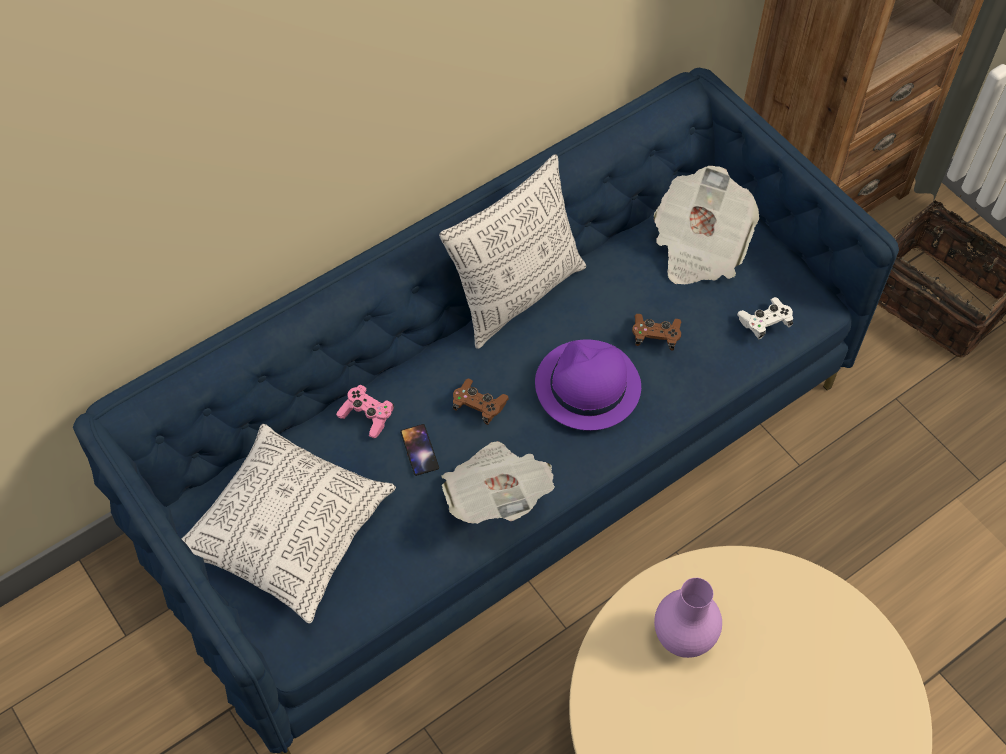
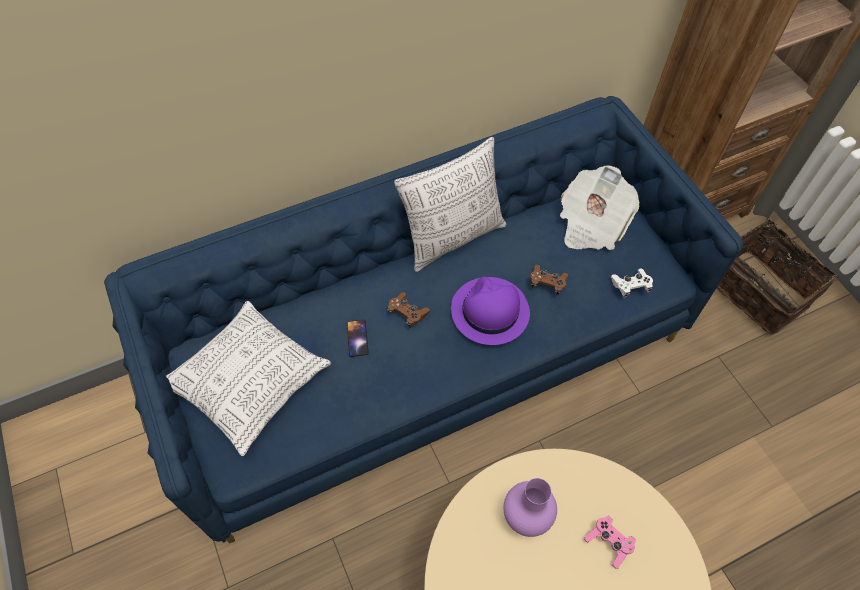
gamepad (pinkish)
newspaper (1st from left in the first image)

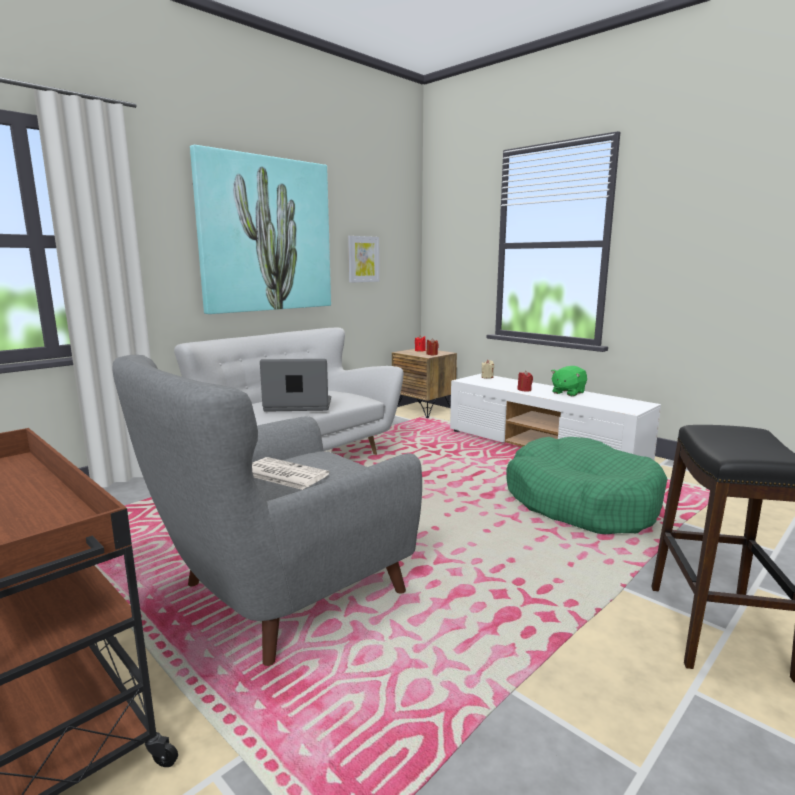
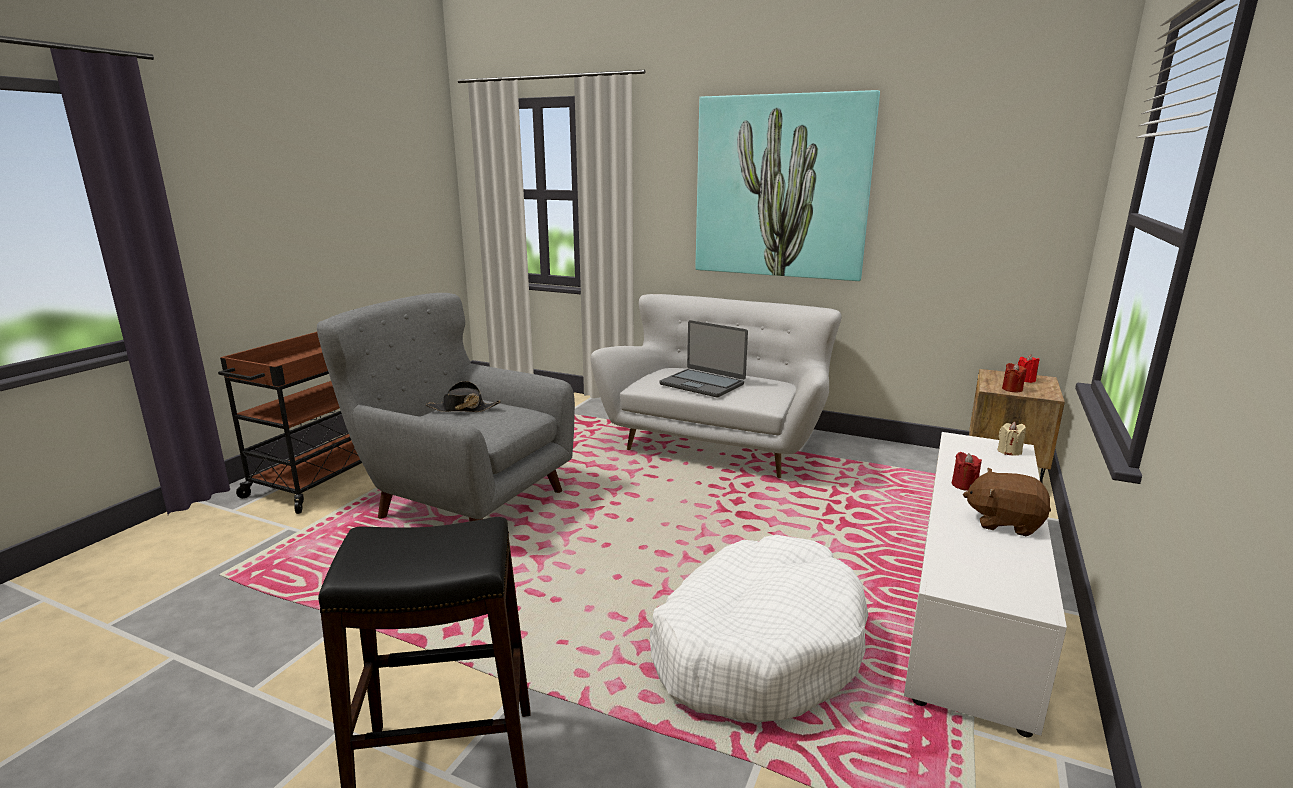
hat (black-coloured)
notebook computer
wall picture (2nd from left in the first image)
pet bed (whitish)
plush toy (brown)

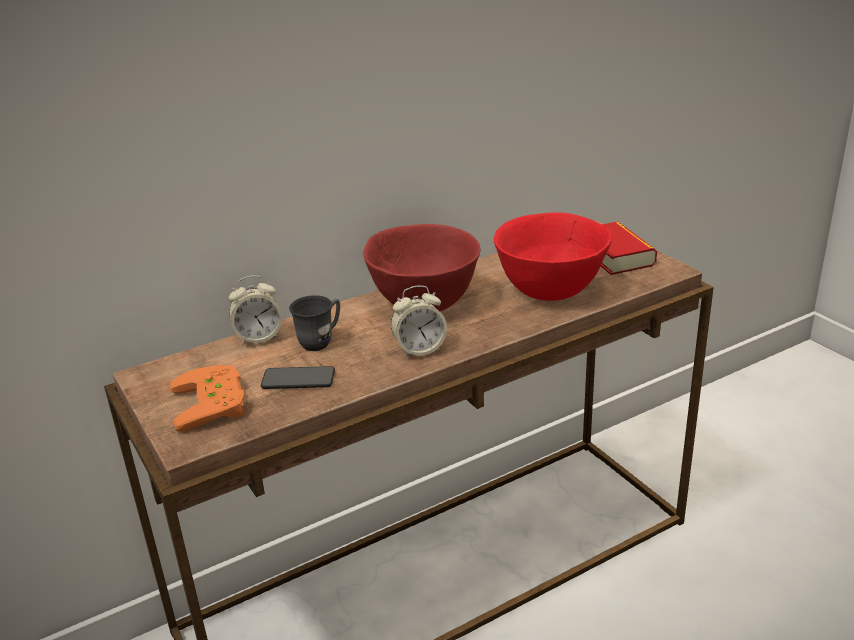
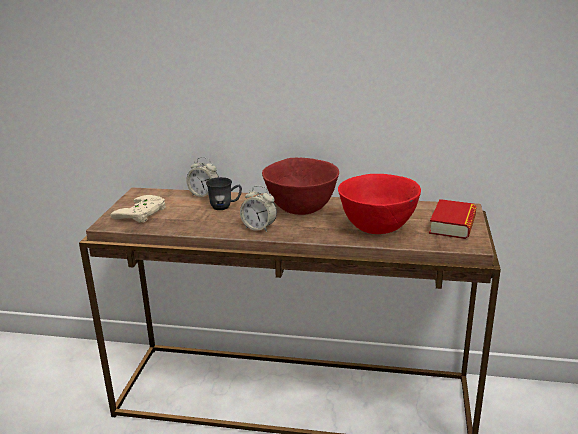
gamepad (sand-coloured)
handset

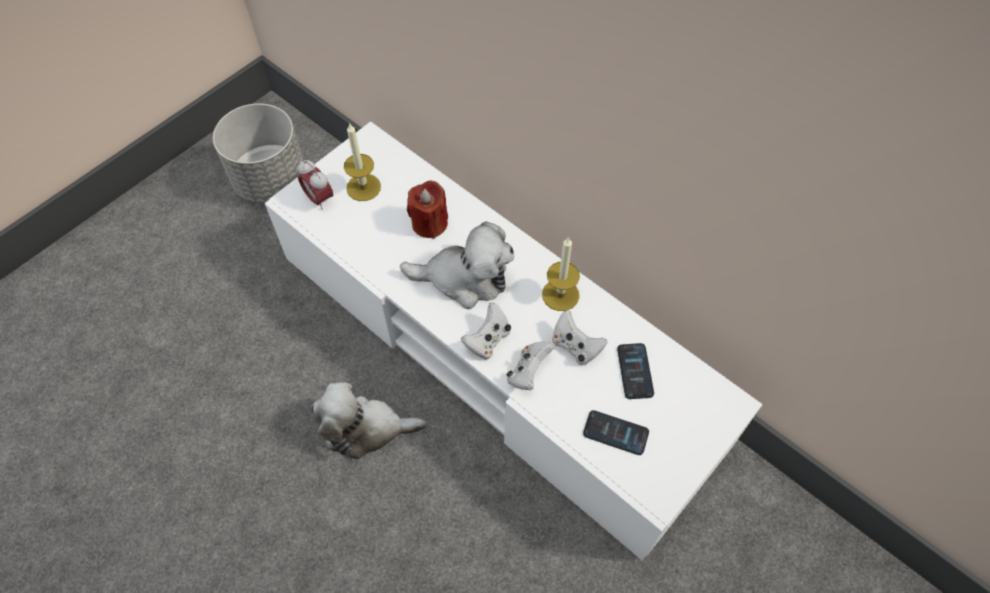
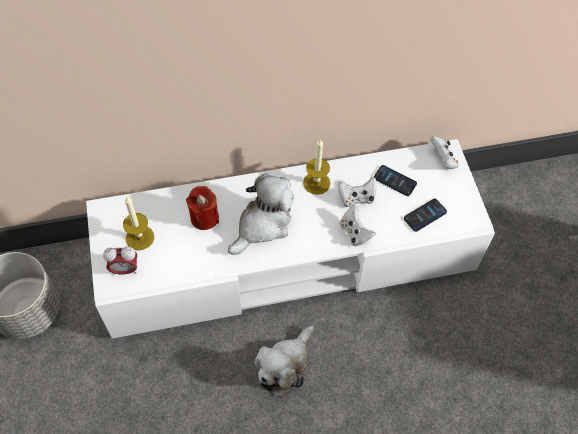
gamepad (whitish) (3rd from left)

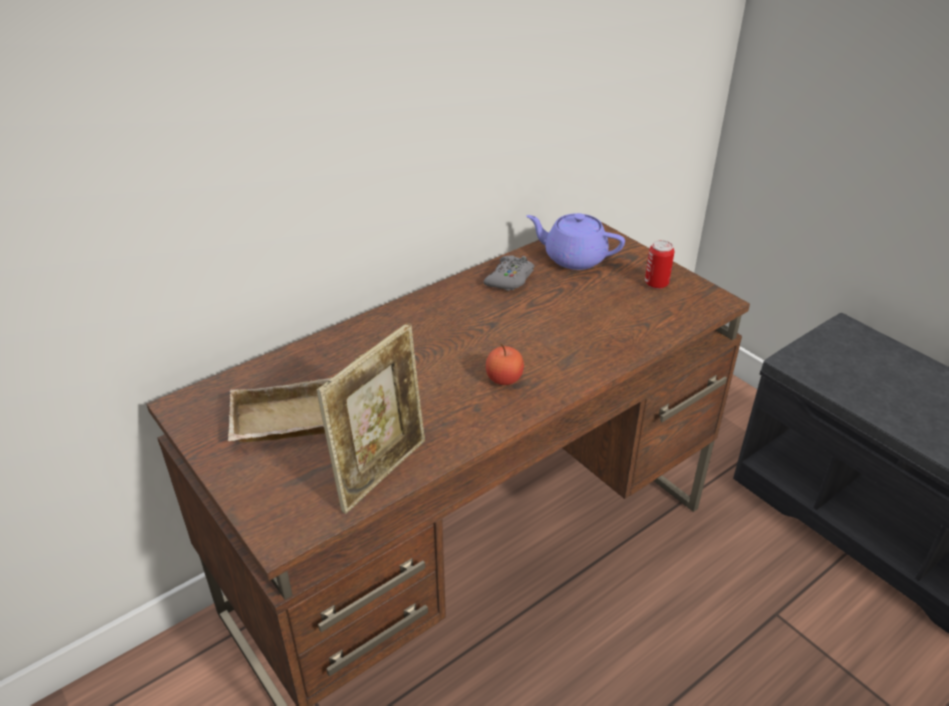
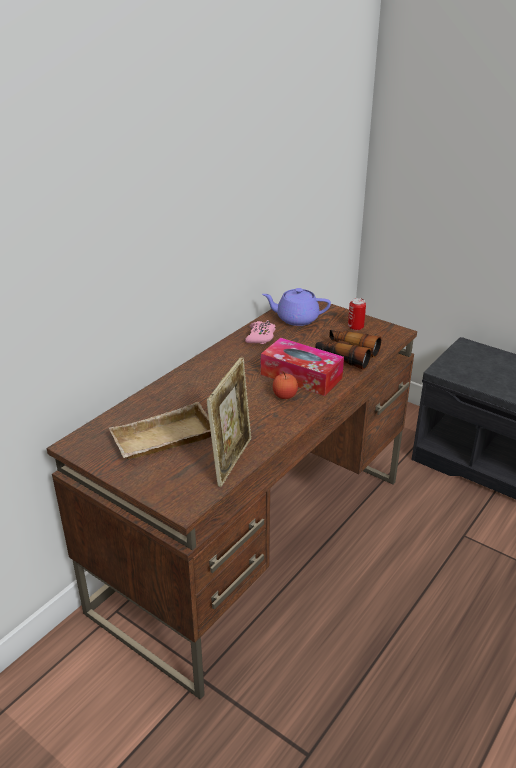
gamepad (pinkish)
box of tissues
binoculars

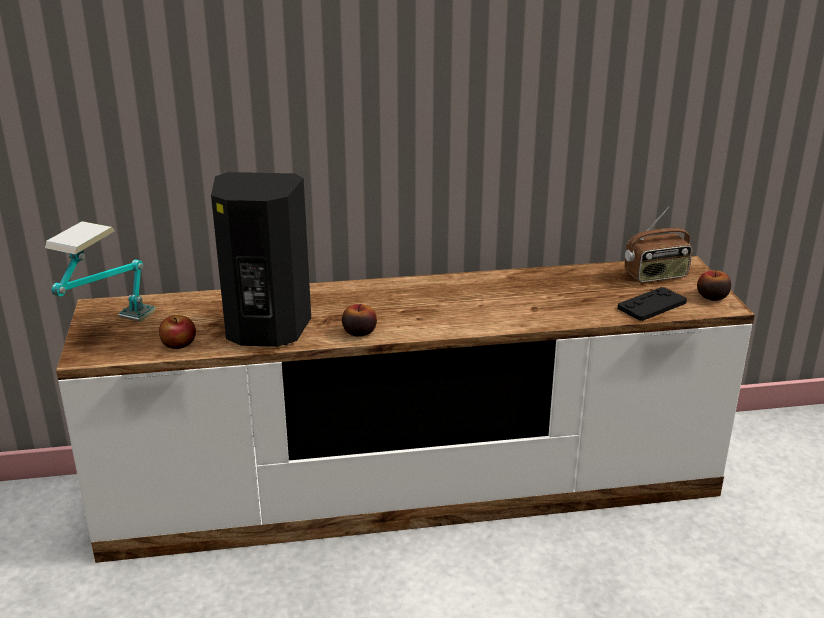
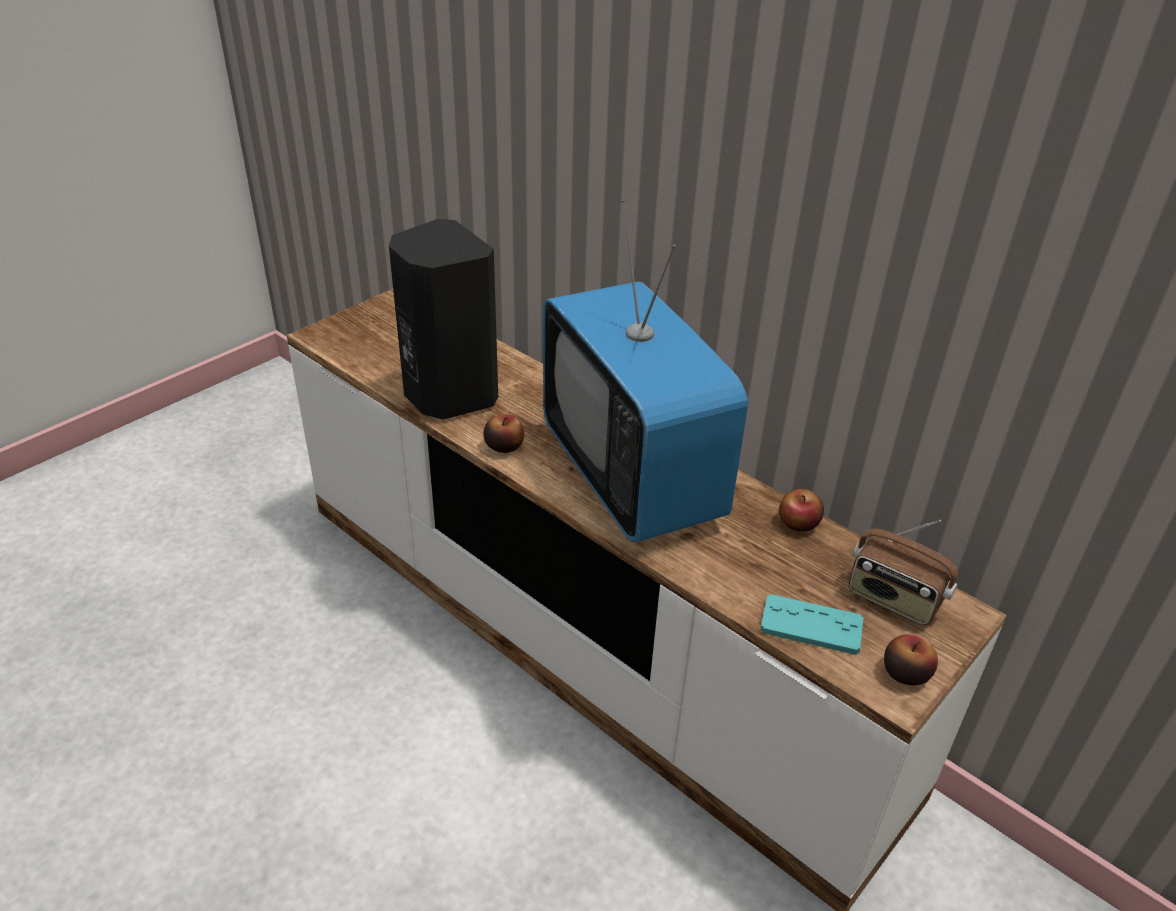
tabletop lamp
whole apple (2nd from left)
gamepad (blue-green)
television

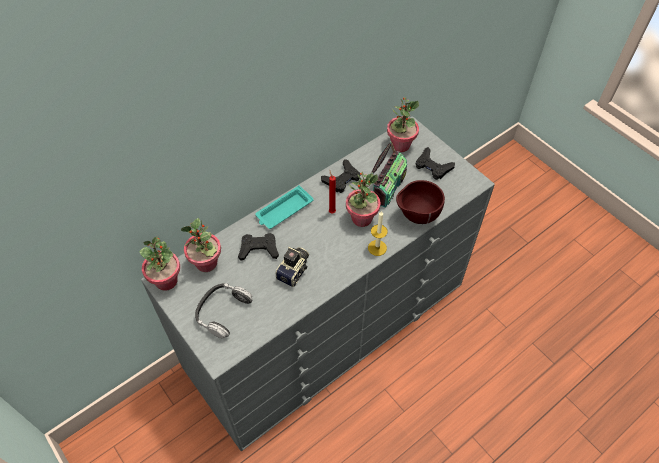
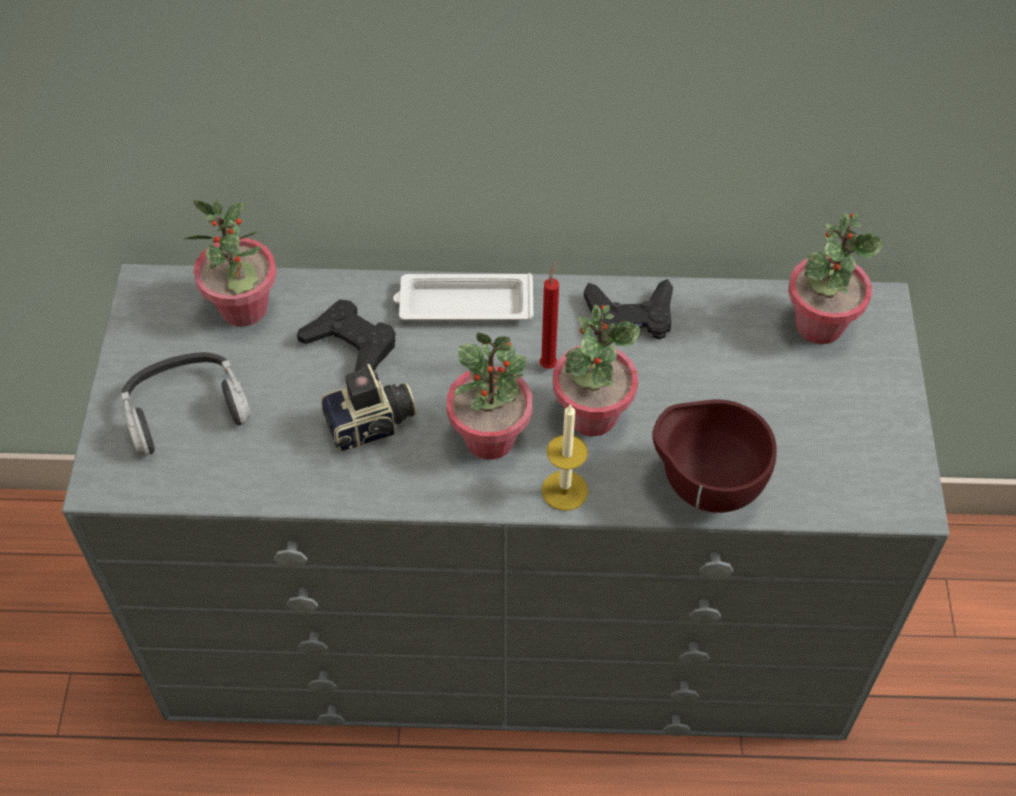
potted plant (2nd from left)
carrying tray (whitish)
radio set
gamepad (black-coloured) (3rd from left in the first image)

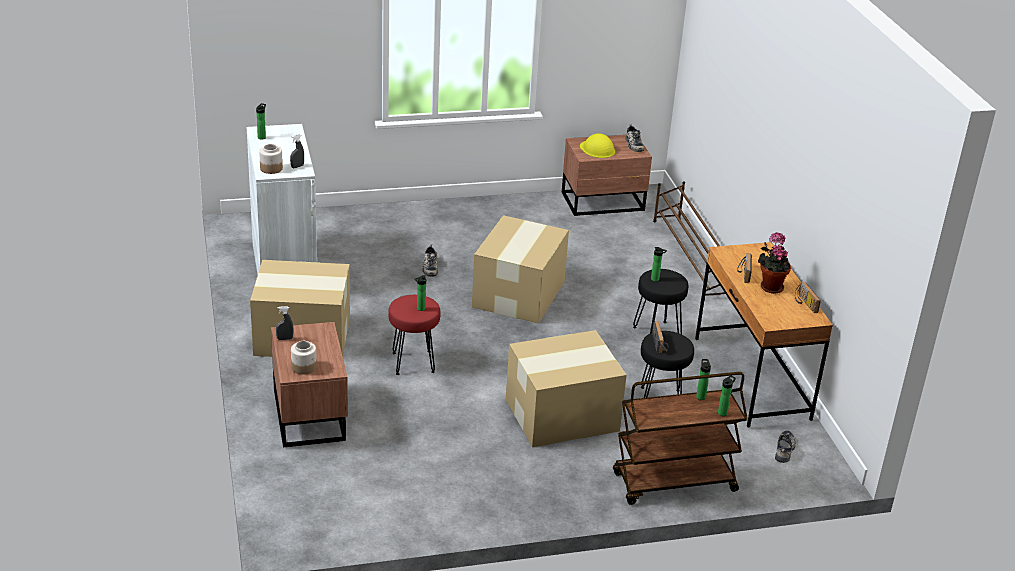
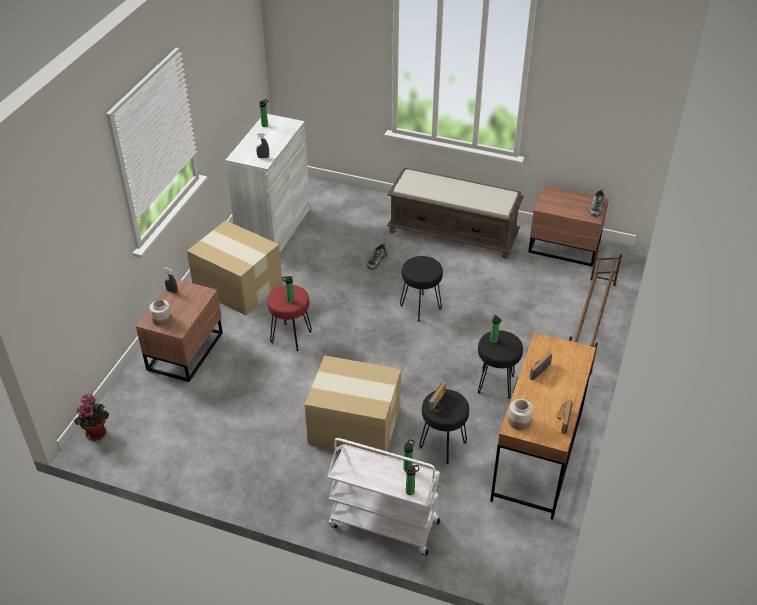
storage jar (2nd from left)
stool (black-coloured) (1st from left)
hard hat (yellow)
cart (whitish)
potted plant
low shoe (3rd from left in the first image)
bench (brown)

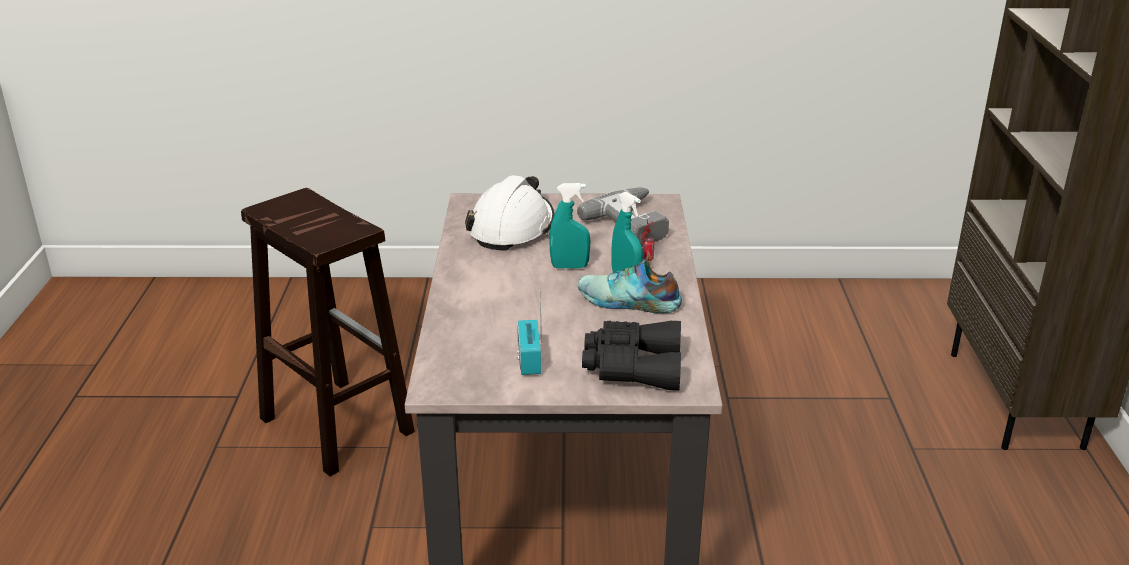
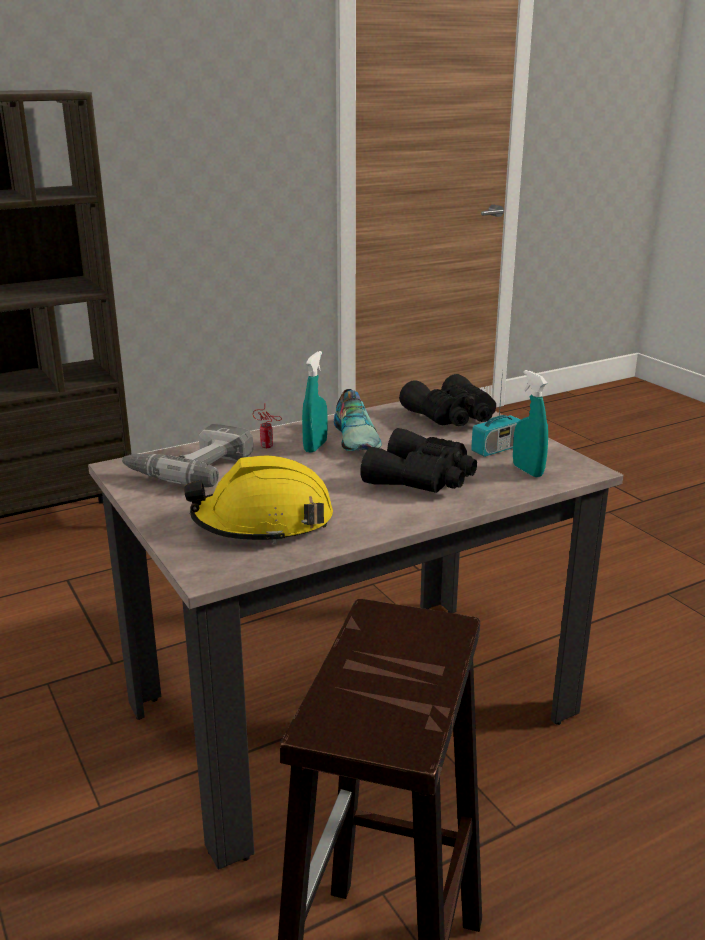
hard hat (yellow)
hand sprayer (blue-green) (2nd from left)
binoculars (black-coloured) (1st from left)

